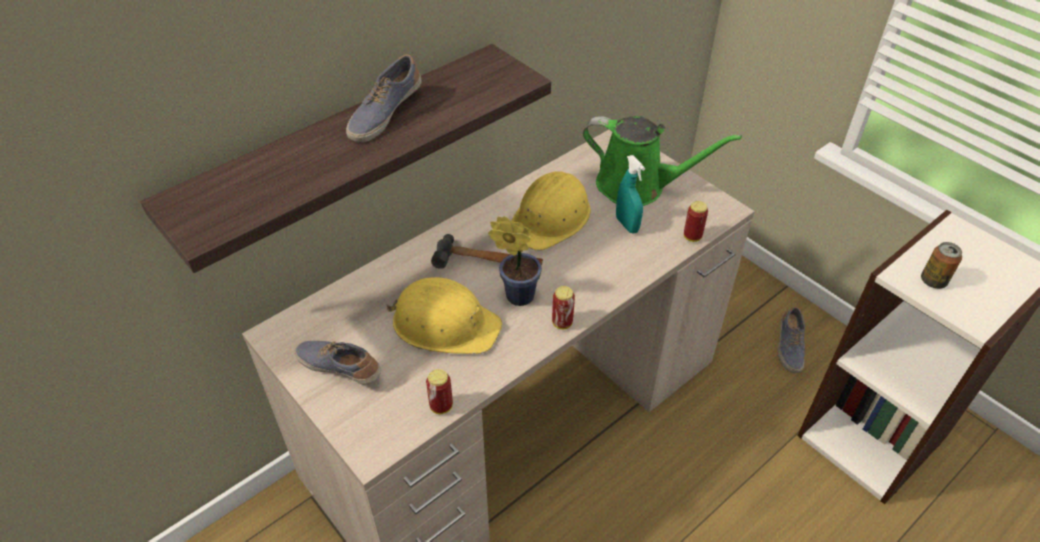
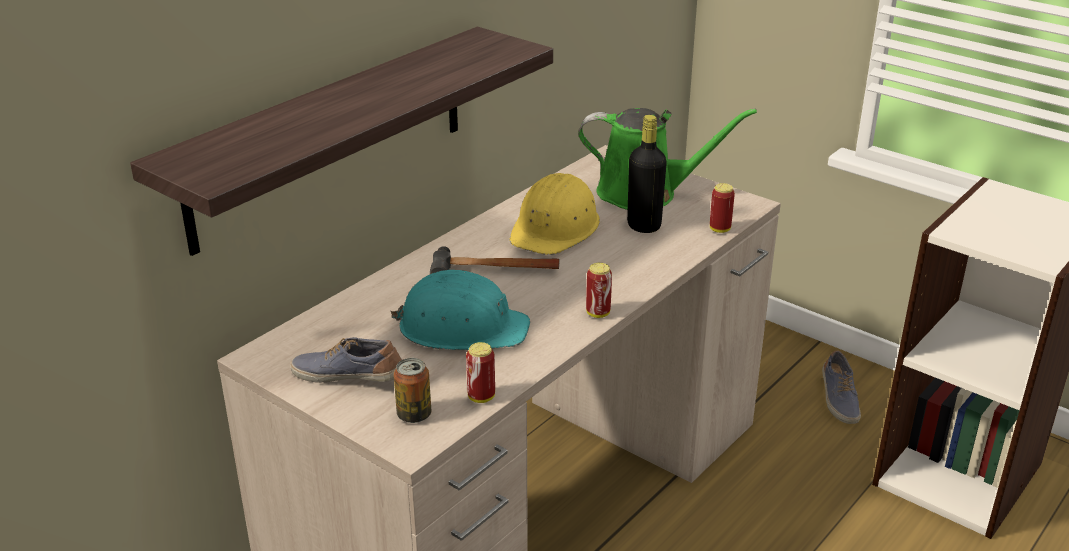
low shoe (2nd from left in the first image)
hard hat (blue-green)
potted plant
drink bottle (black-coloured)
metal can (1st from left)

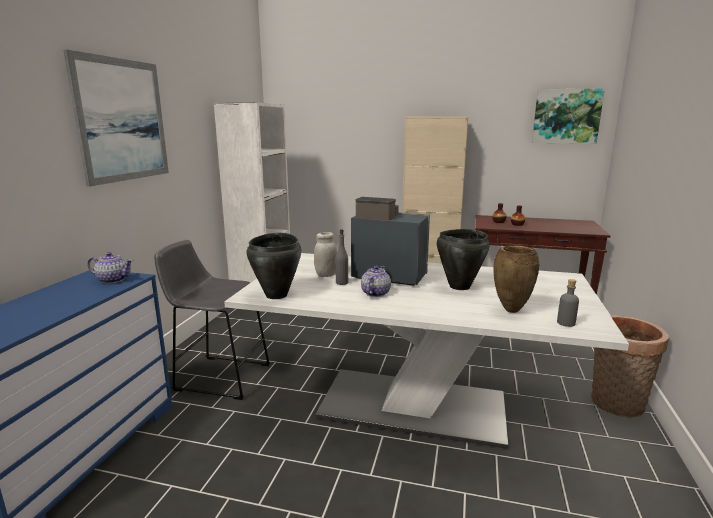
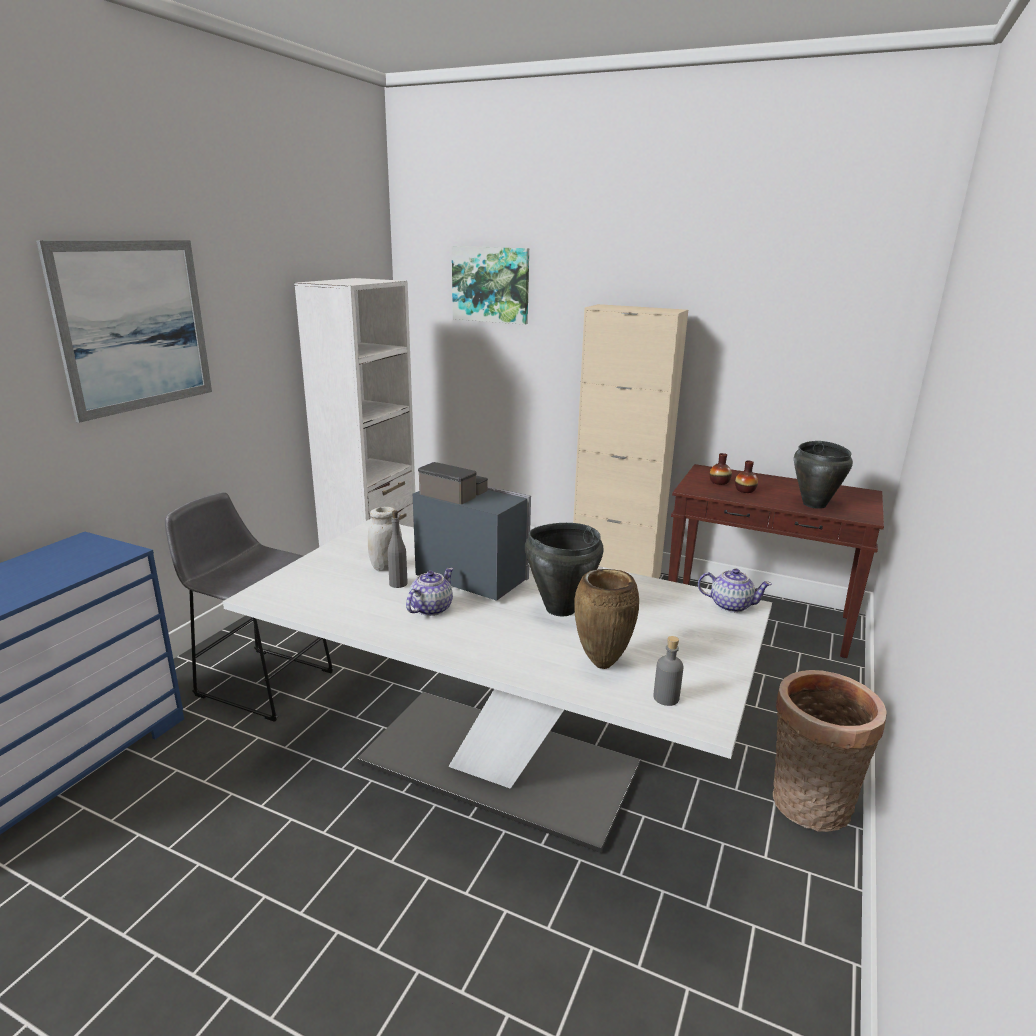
tea pot (2nd from left)
saucepot (black-coloured) (2nd from left)
wall picture (2nd from left)

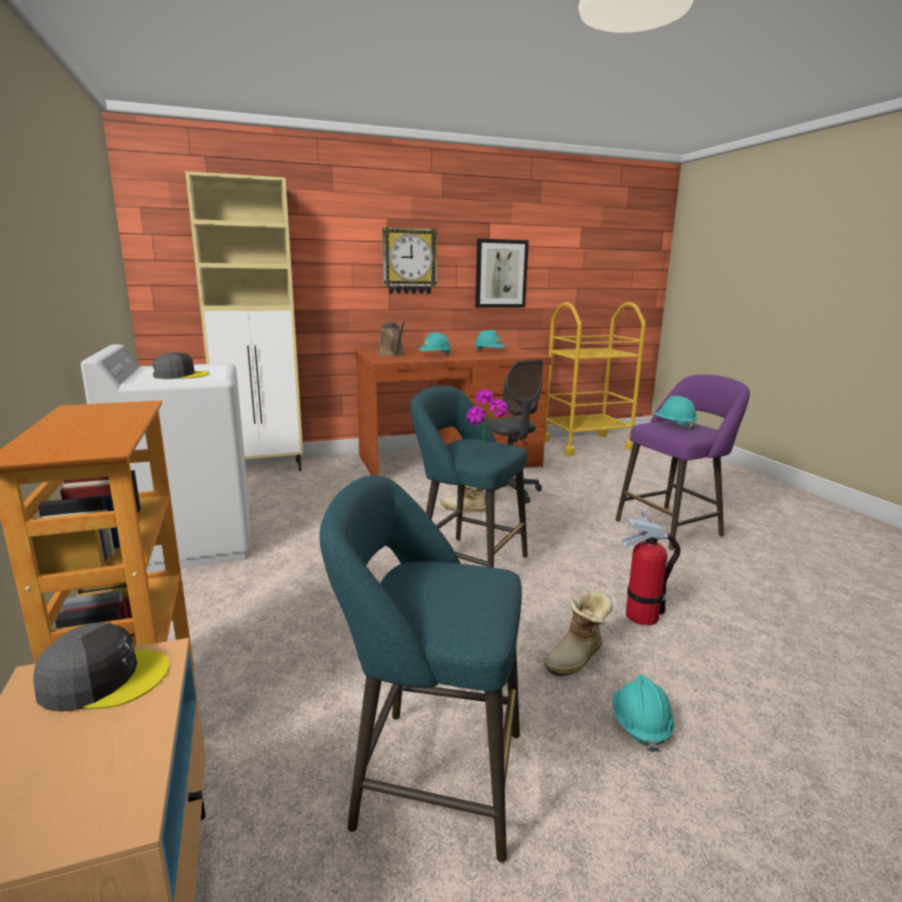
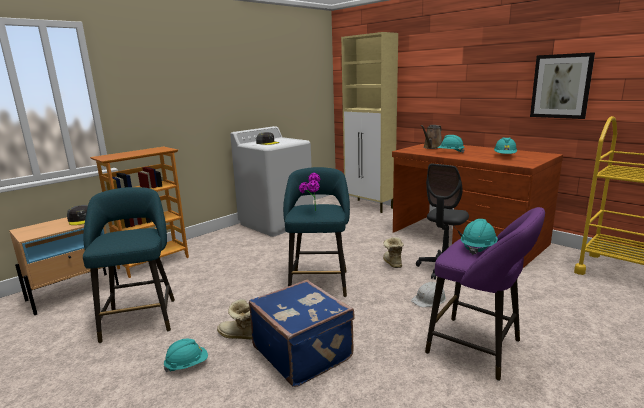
wall clock
travel case (blue)
hard hat (whitish)

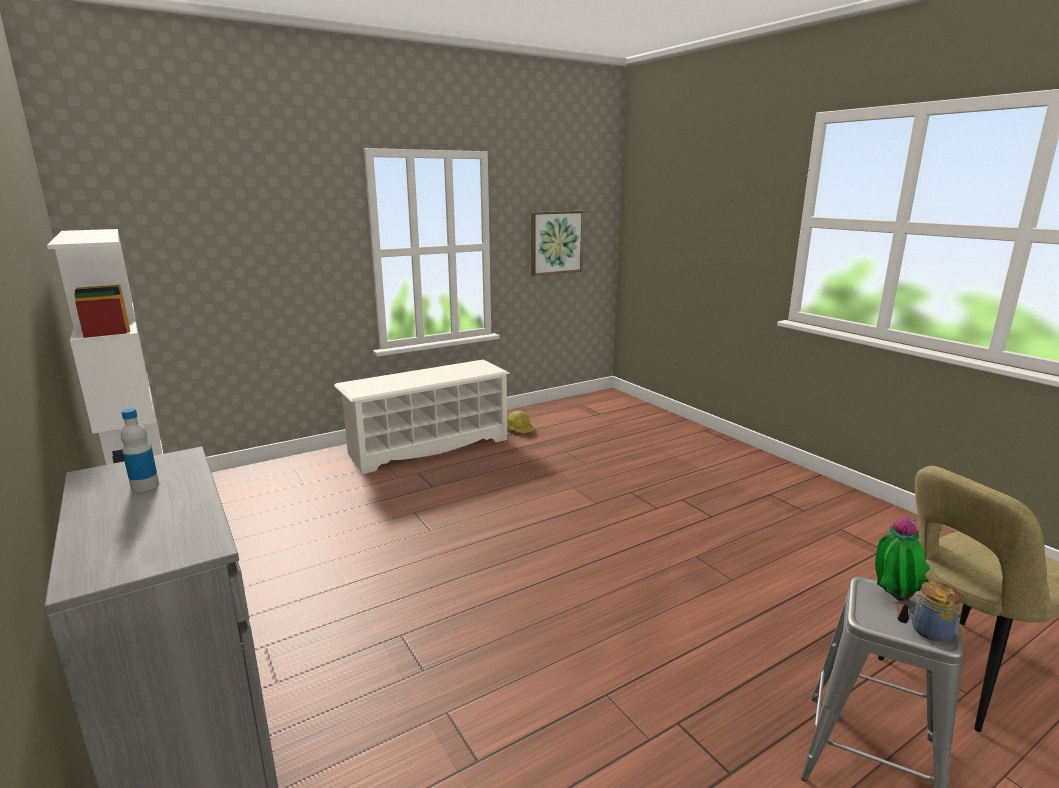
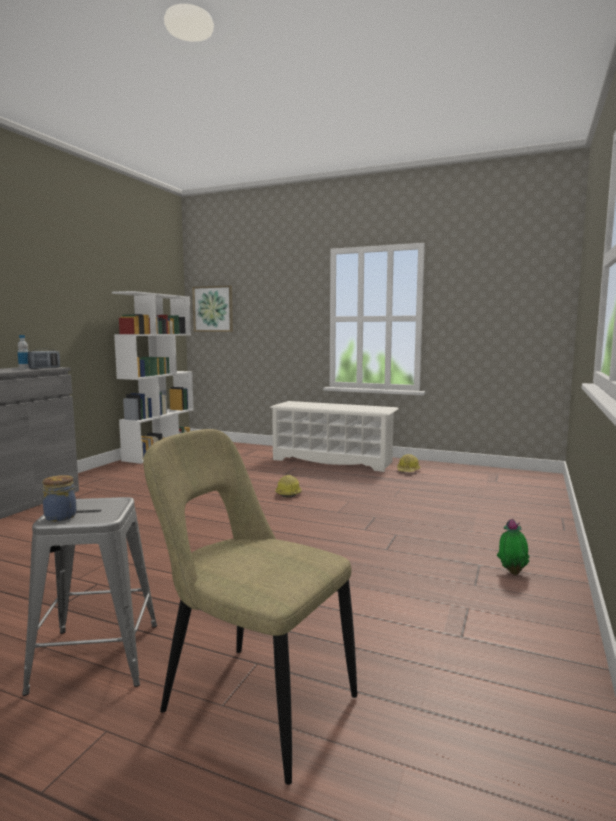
wall picture
potted plant
radio set
hard hat (1st from left)

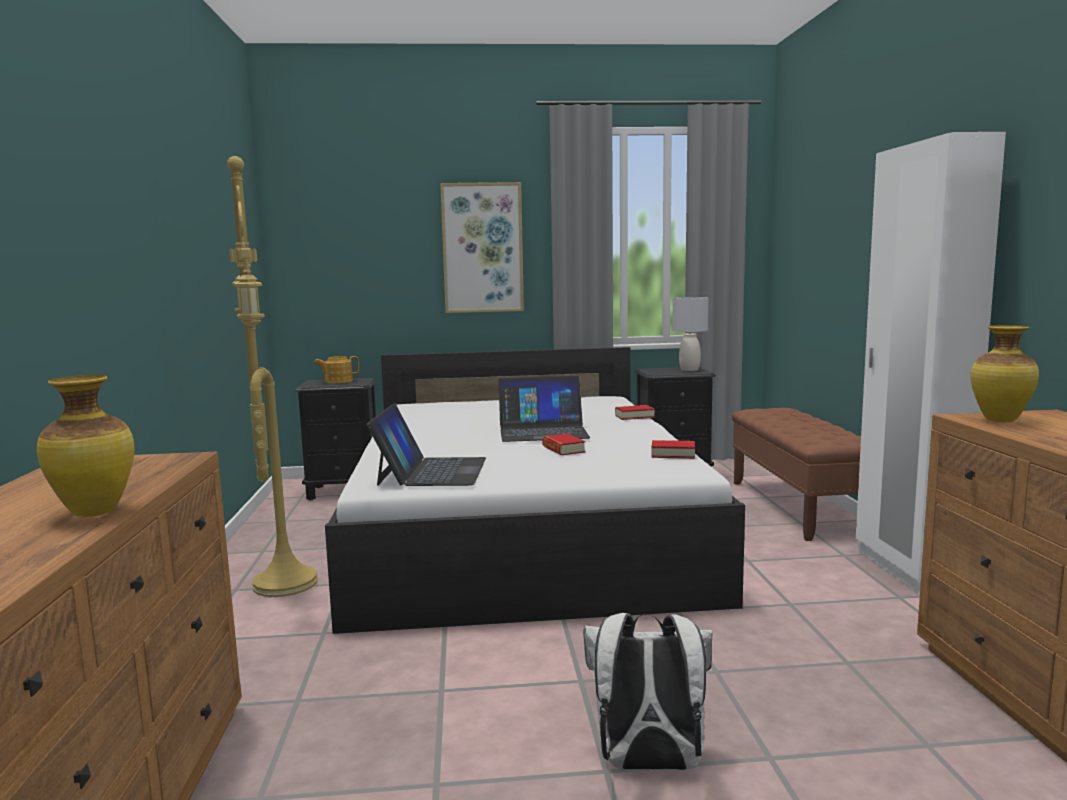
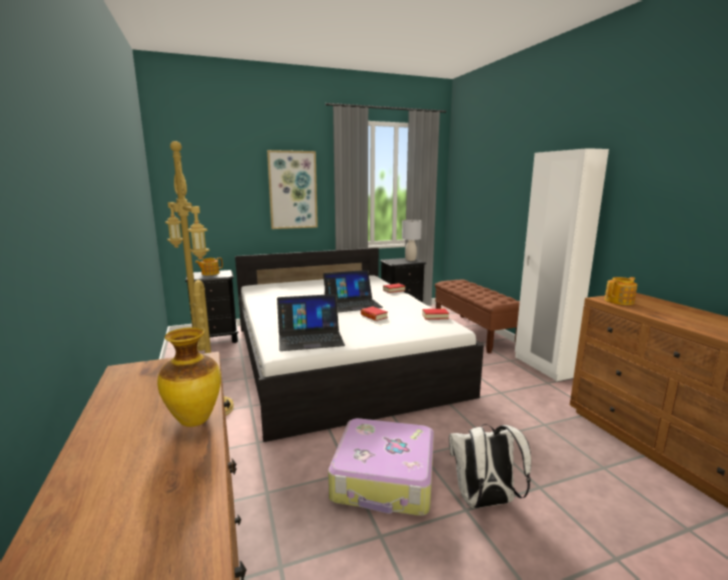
notebook computer (1st from left)
tea pot (2nd from left)
travel case

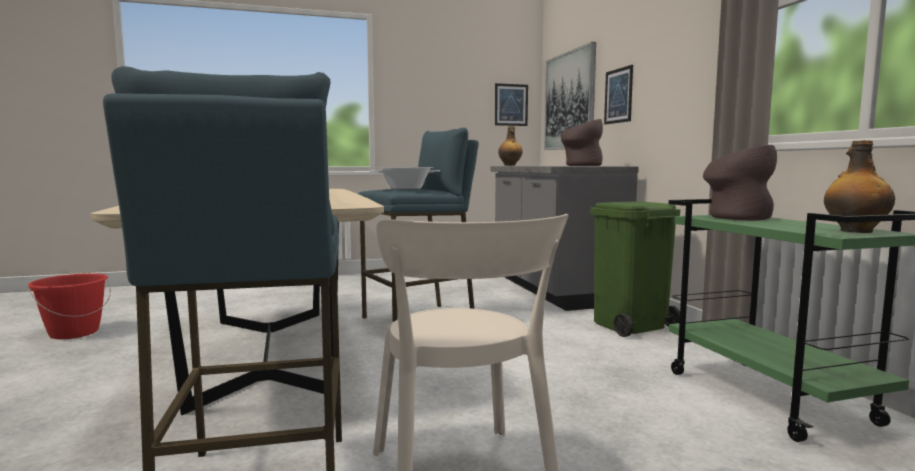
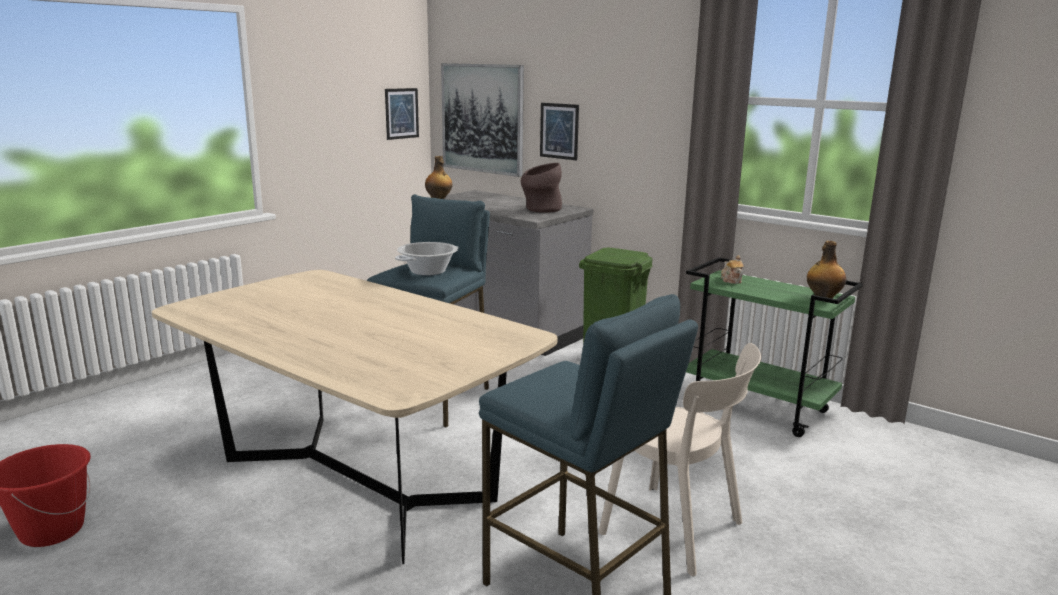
tea pot

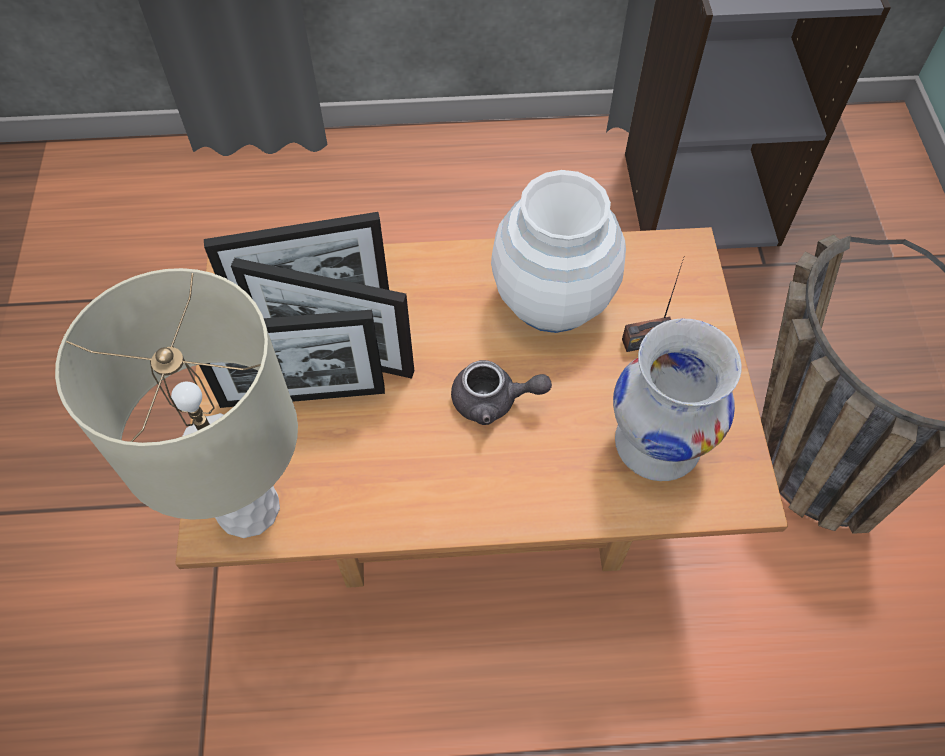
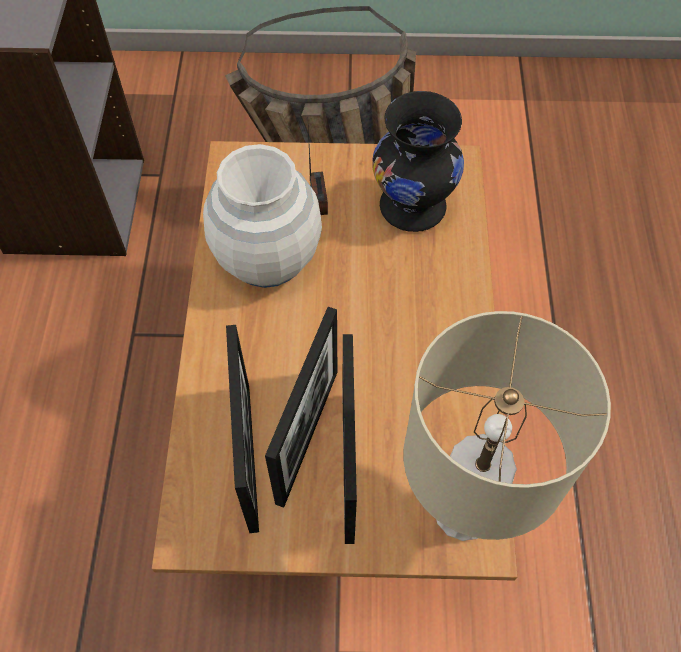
tea pot (greyish)
flower vase (black-coloured)

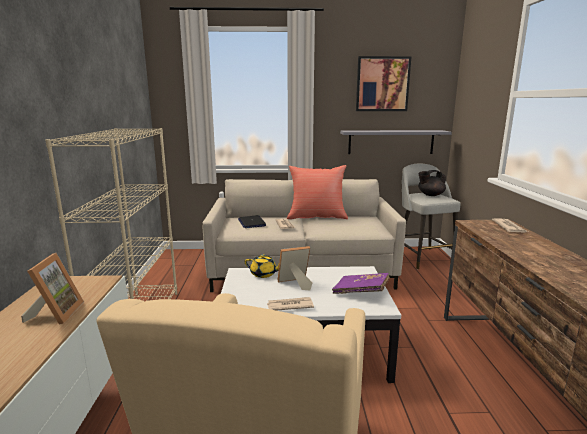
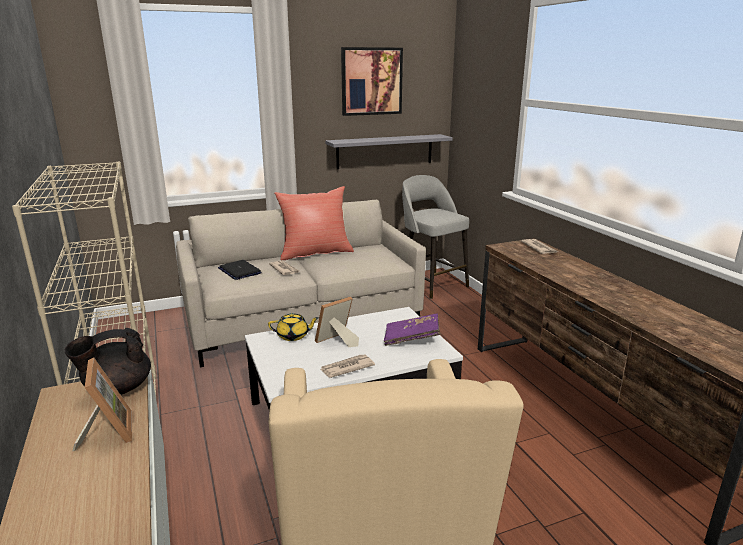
tea pot (black-coloured)

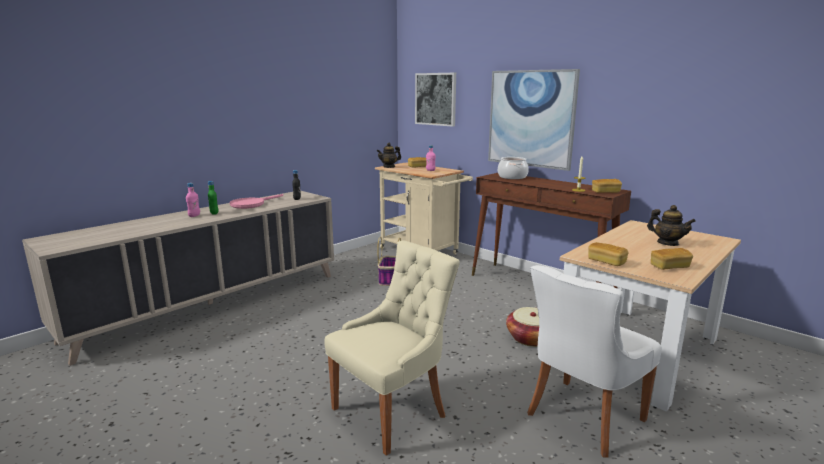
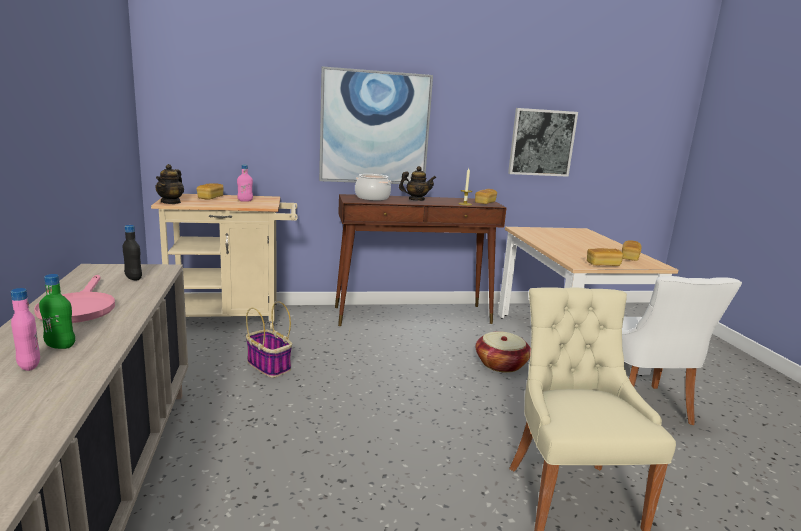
wall picture (2nd from left)
tea pot (2nd from left)

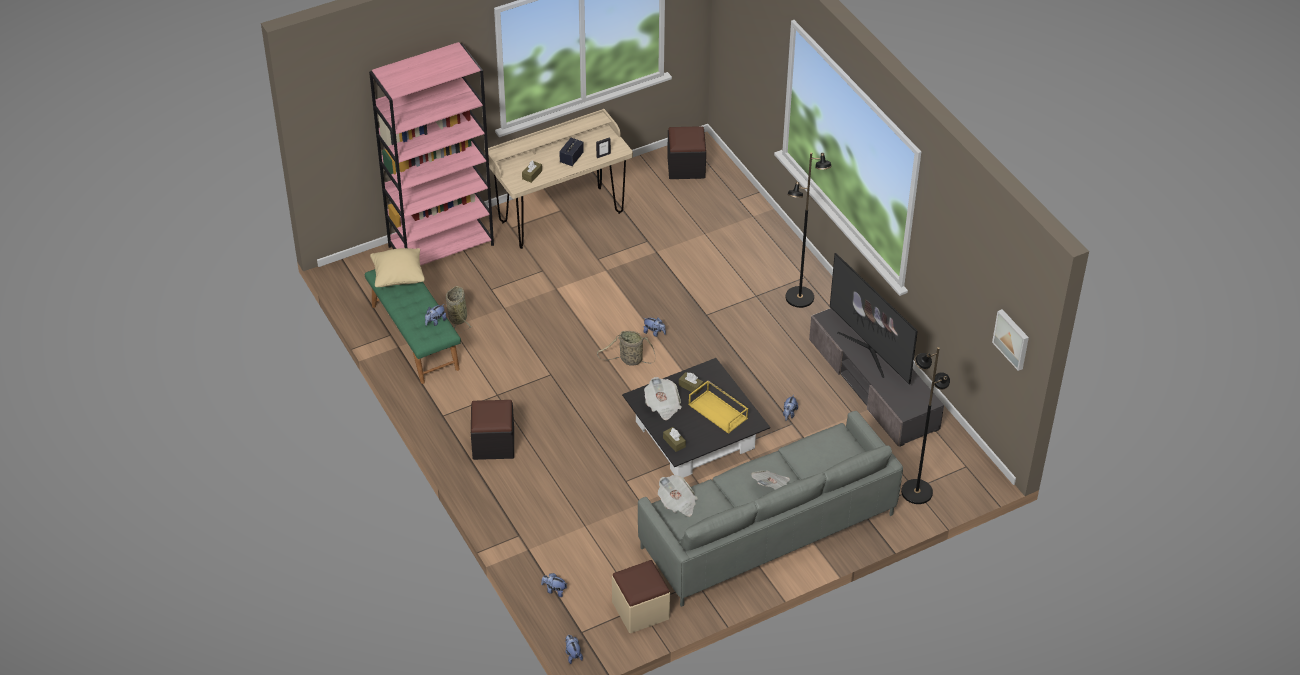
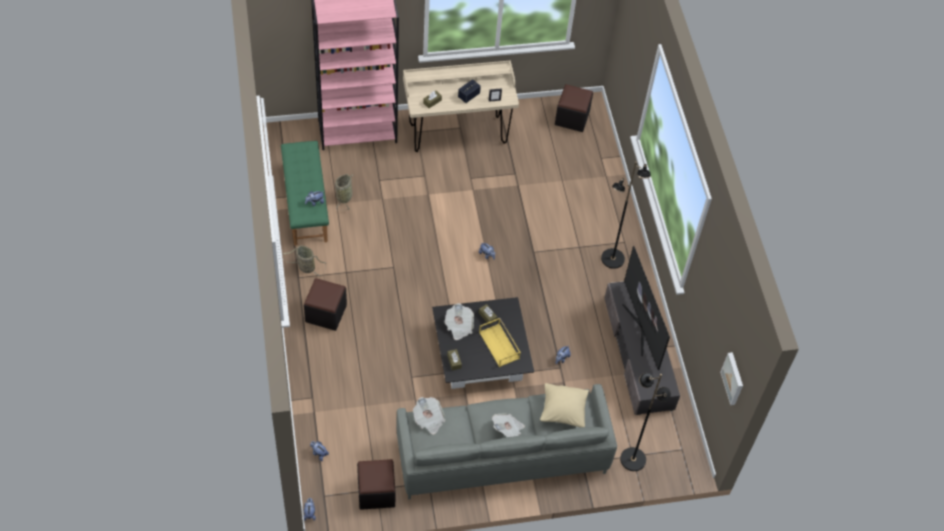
throw pillow (sand-coloured)
storage basket (1st from left)
pouffe (black-coloured) (2nd from left)

